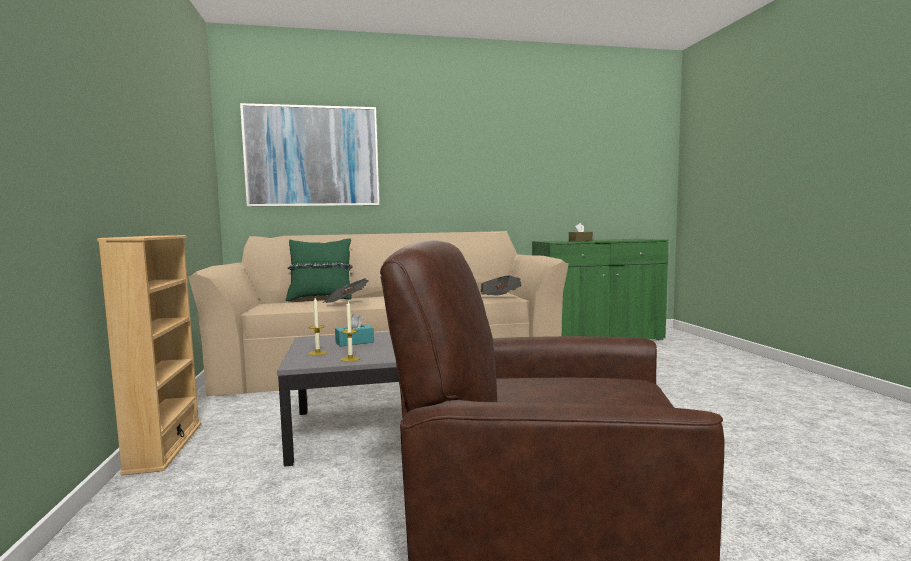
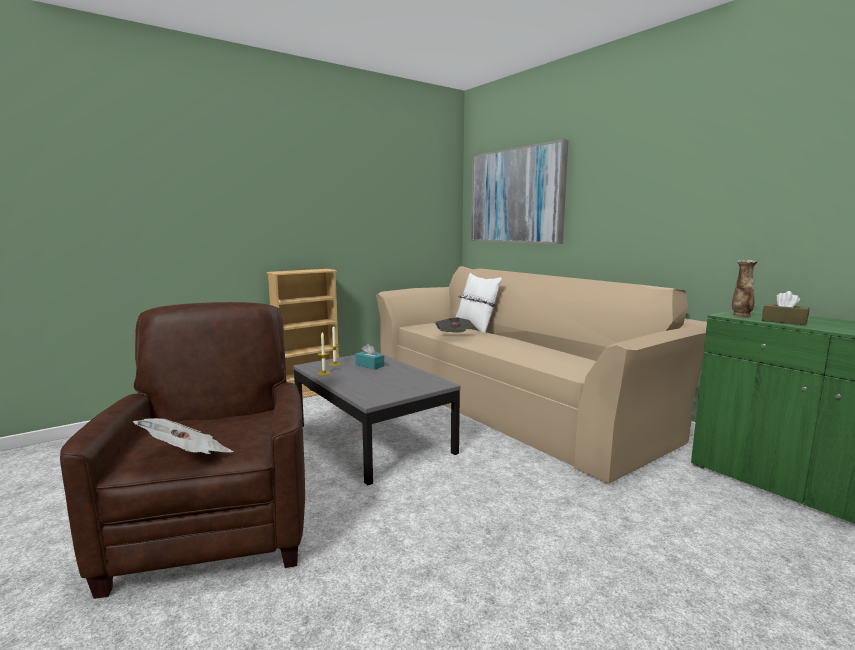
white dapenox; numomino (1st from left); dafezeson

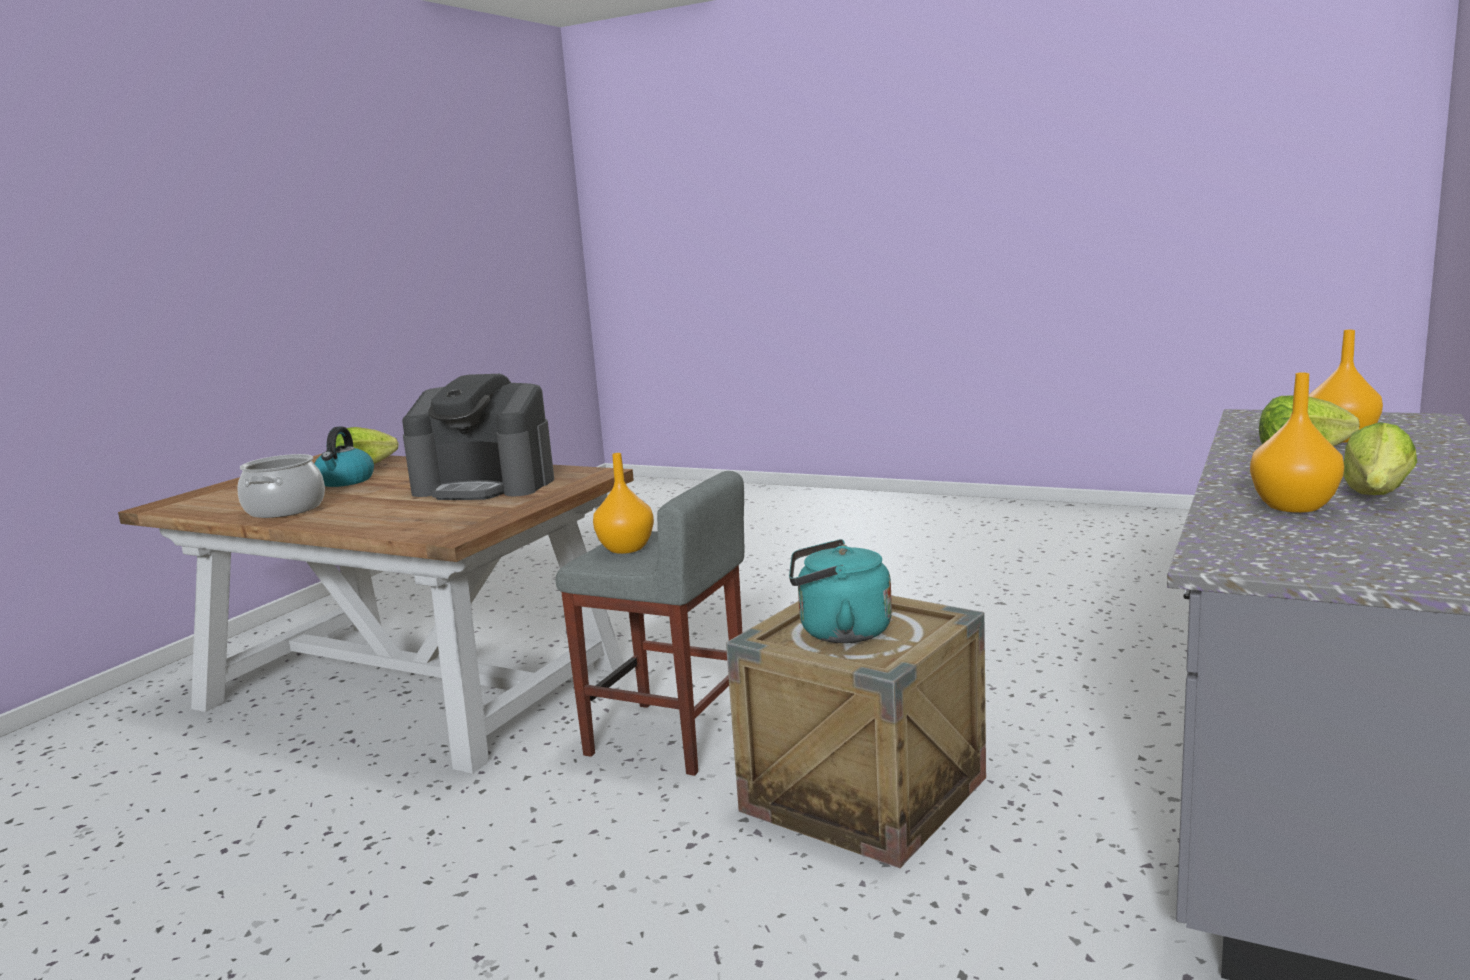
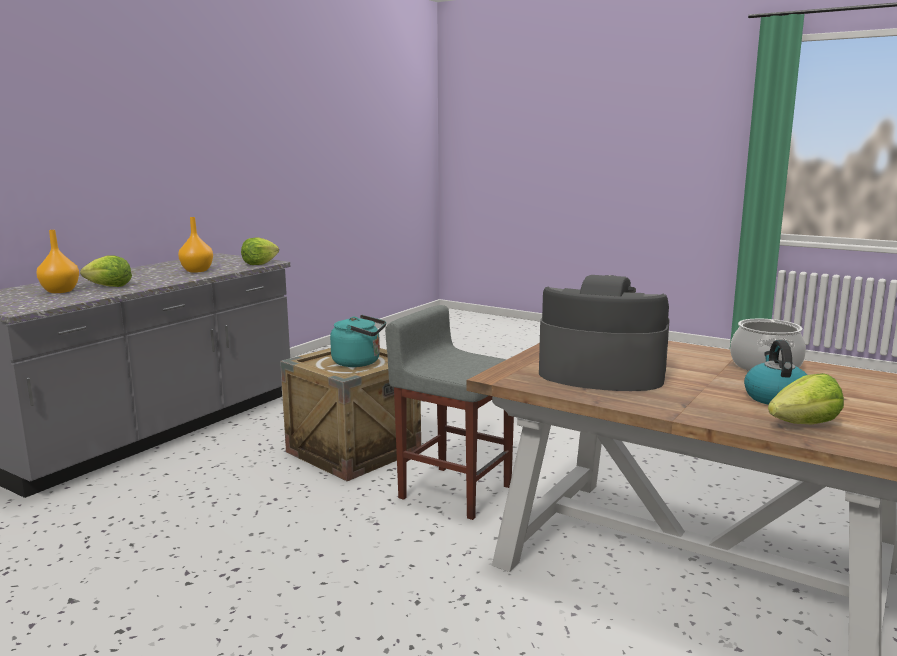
orange dafezeson (1st from left in the first image); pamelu (2nd from left)

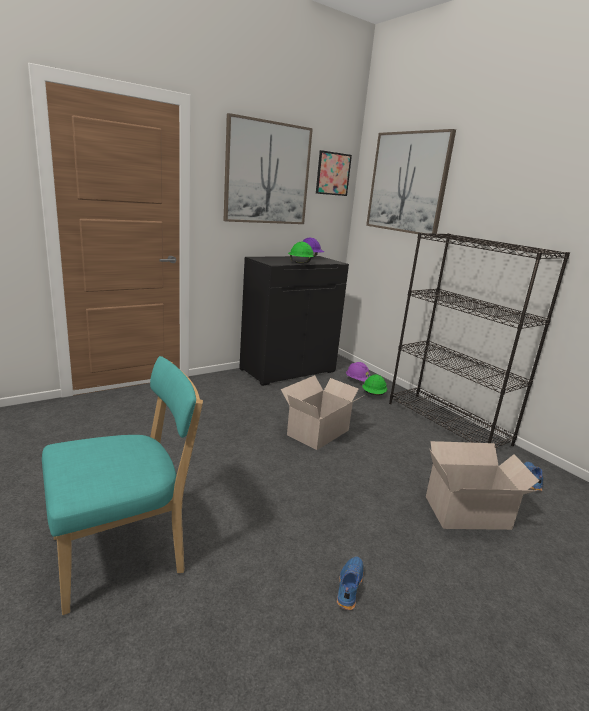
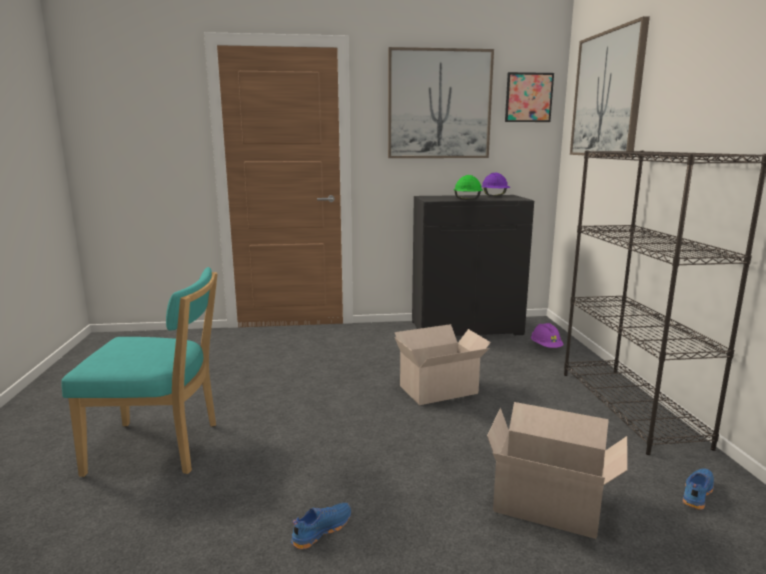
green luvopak (2nd from left in the first image)

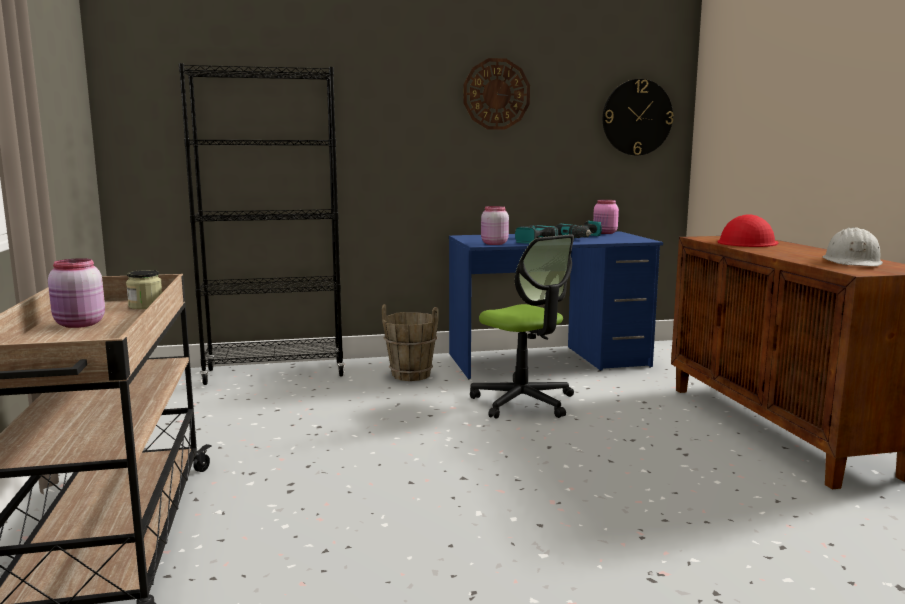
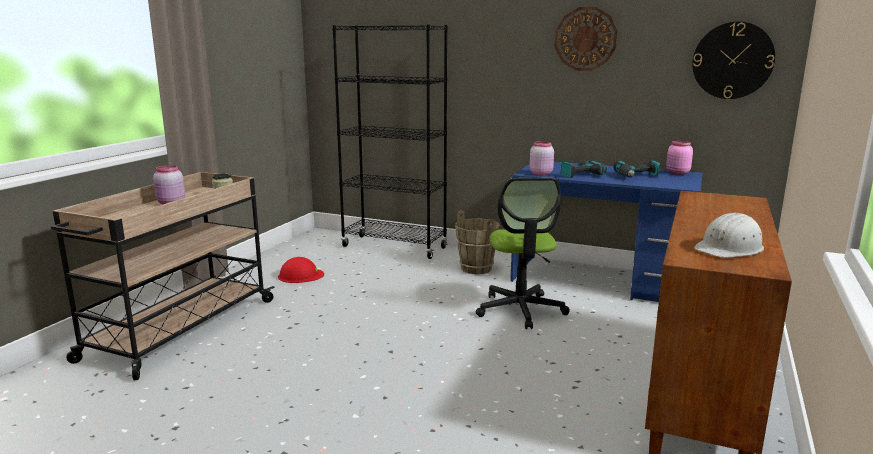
red luvopak

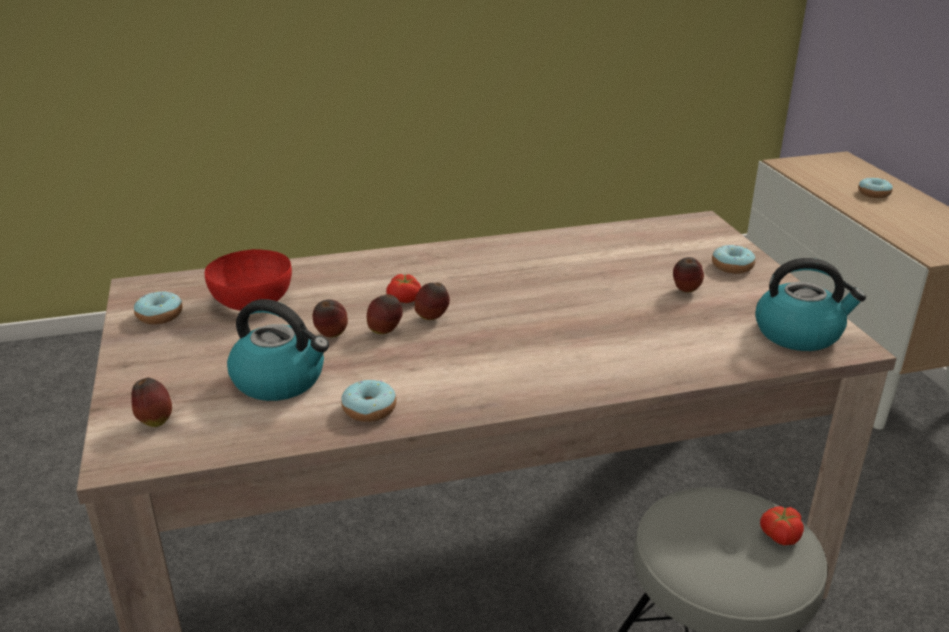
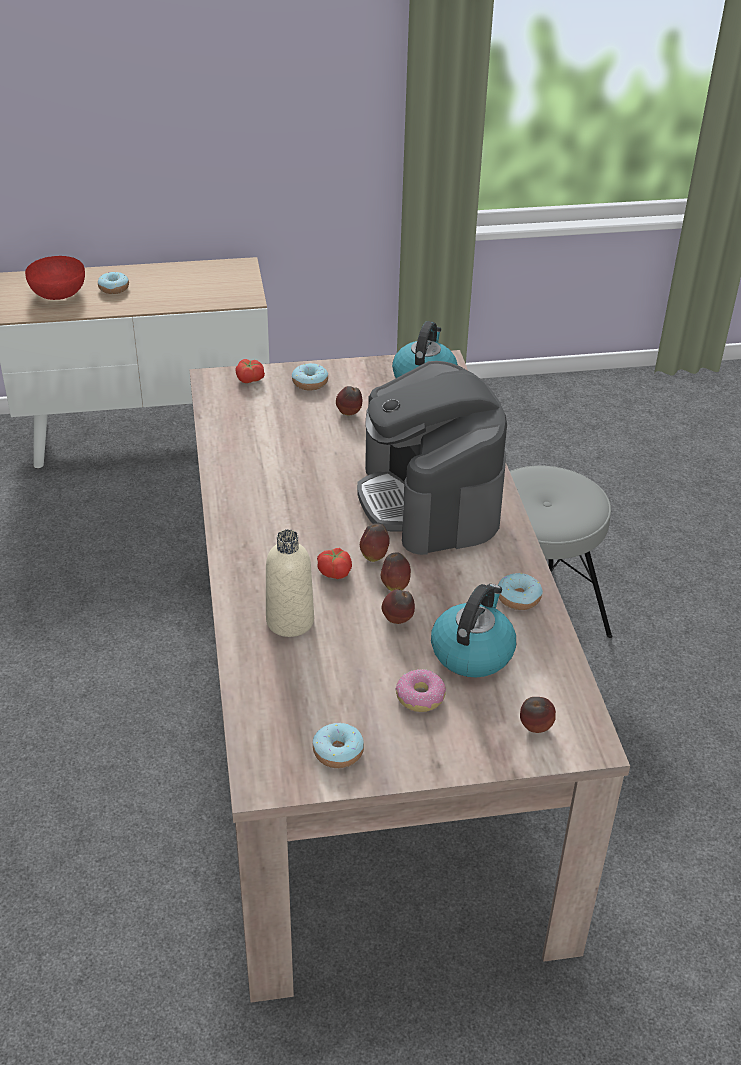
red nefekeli; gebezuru (1st from left); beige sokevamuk; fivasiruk; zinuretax (4th from left)

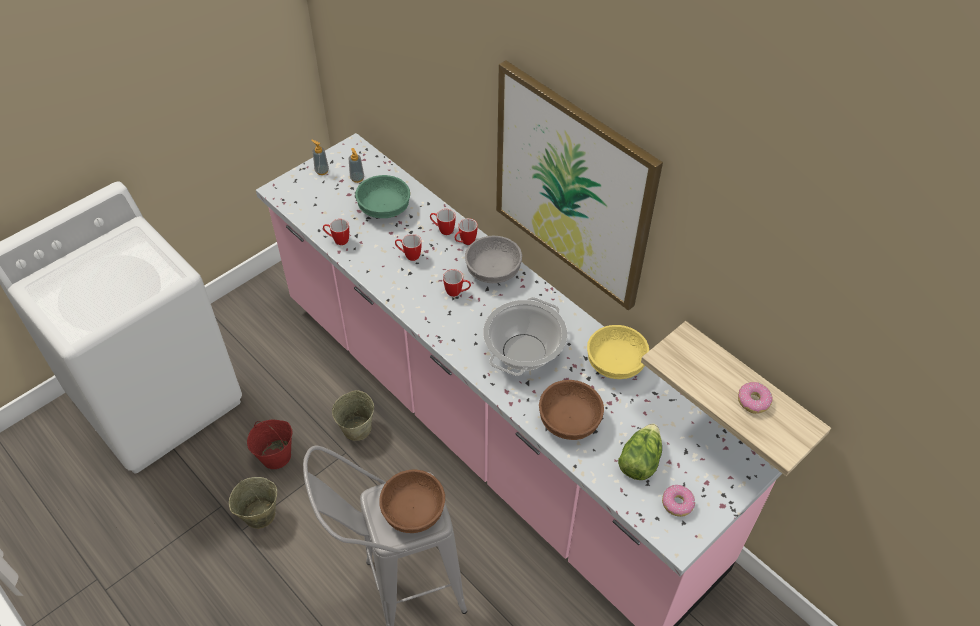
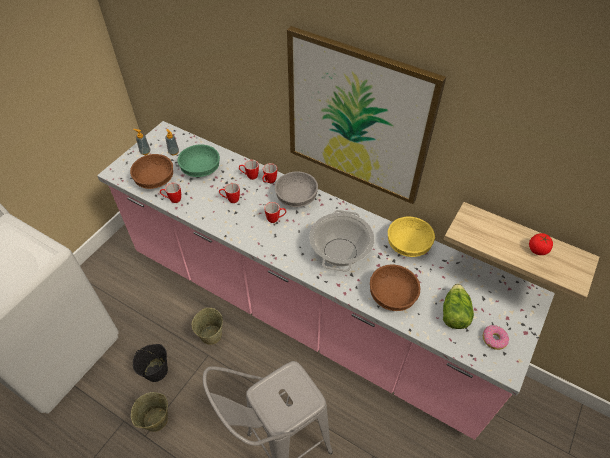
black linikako; brown nefekeli (1st from left); gebezuru

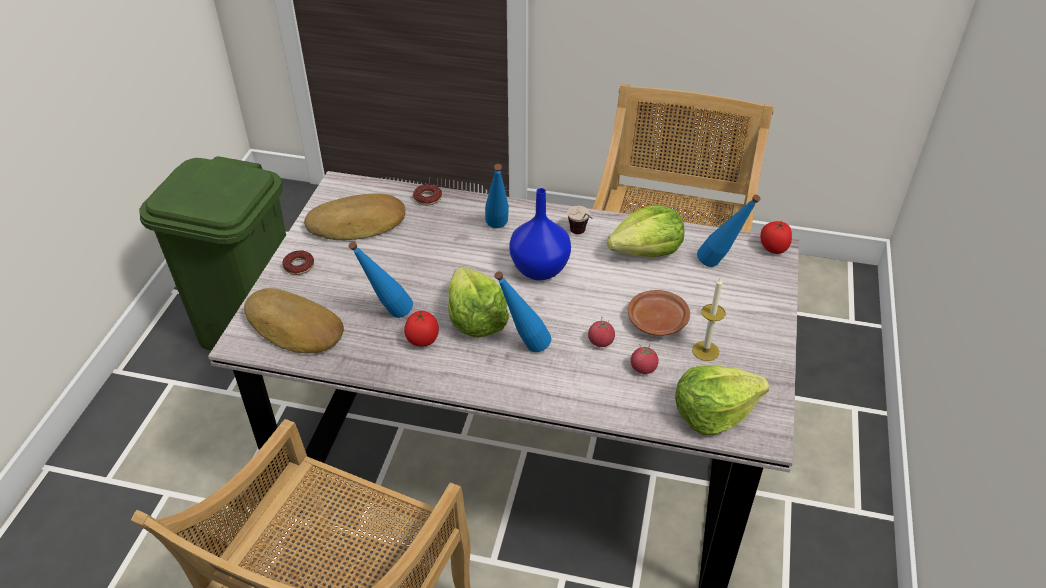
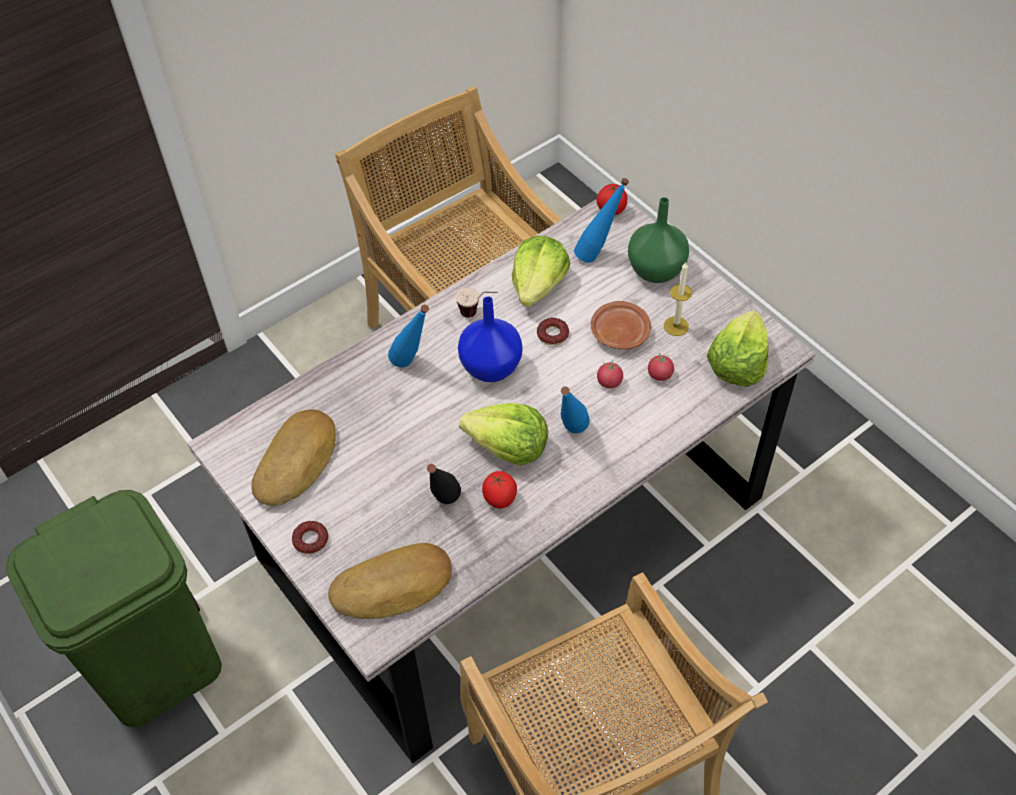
black sokevamuk; zinuretax (2nd from left); green dafezeson

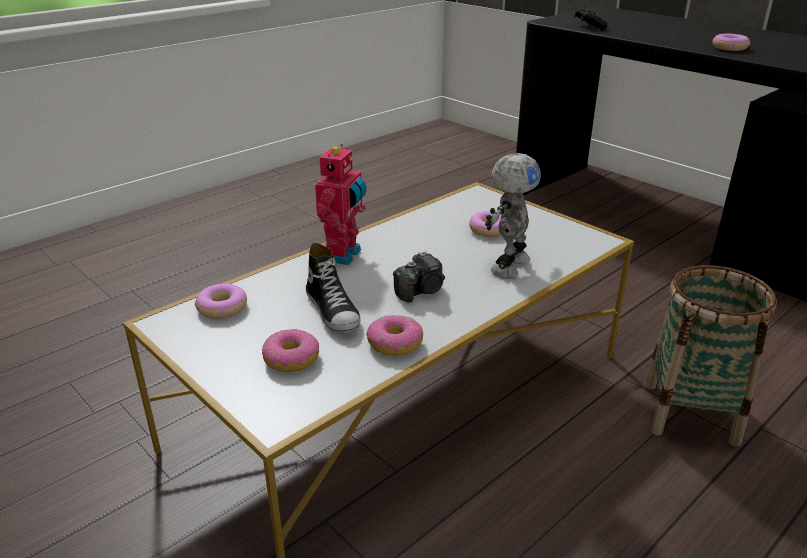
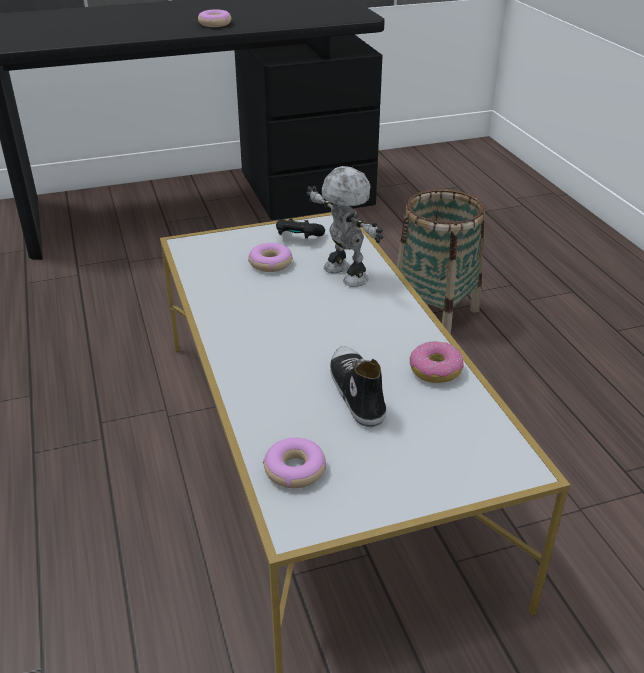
zinuretax (2nd from left in the first image); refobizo; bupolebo (1st from left in the first image); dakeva; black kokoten

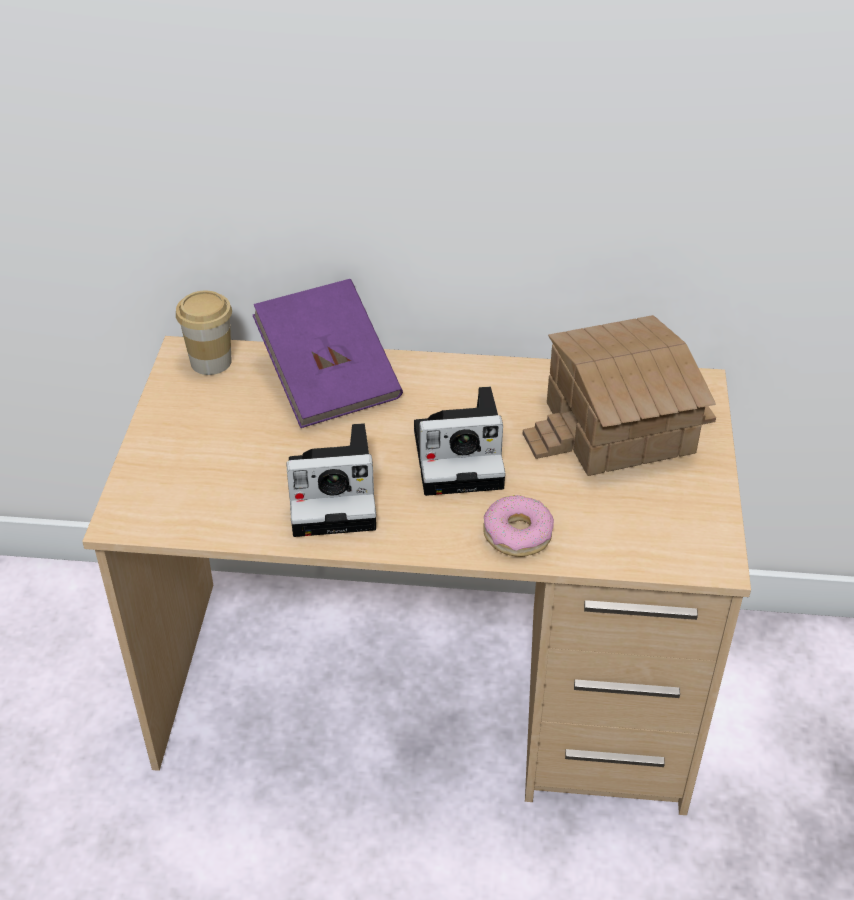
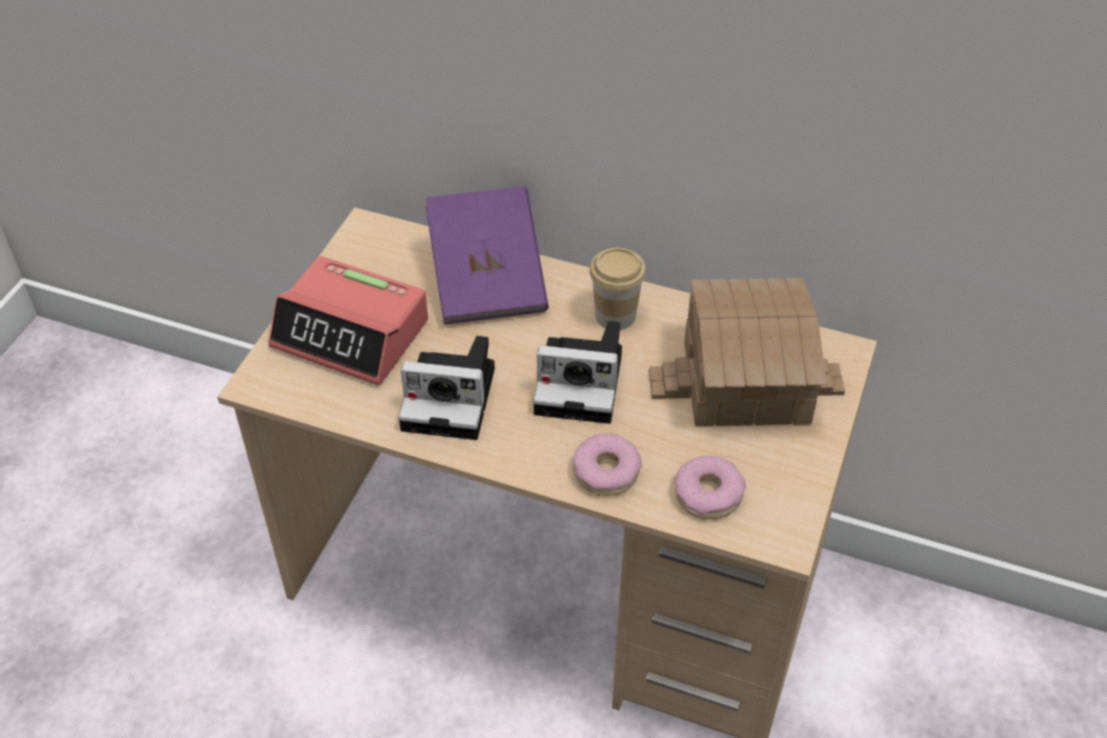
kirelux; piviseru; zinuretax (2nd from left)

